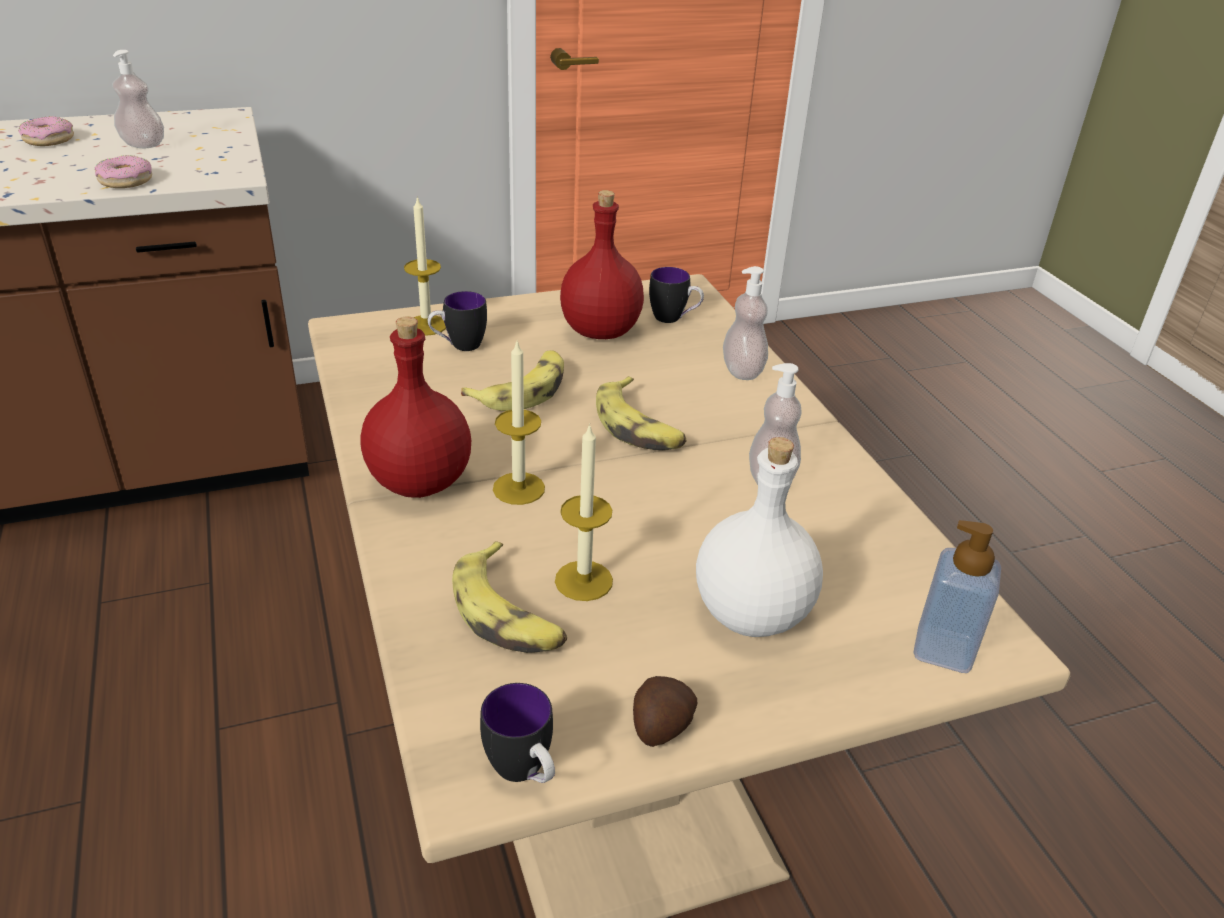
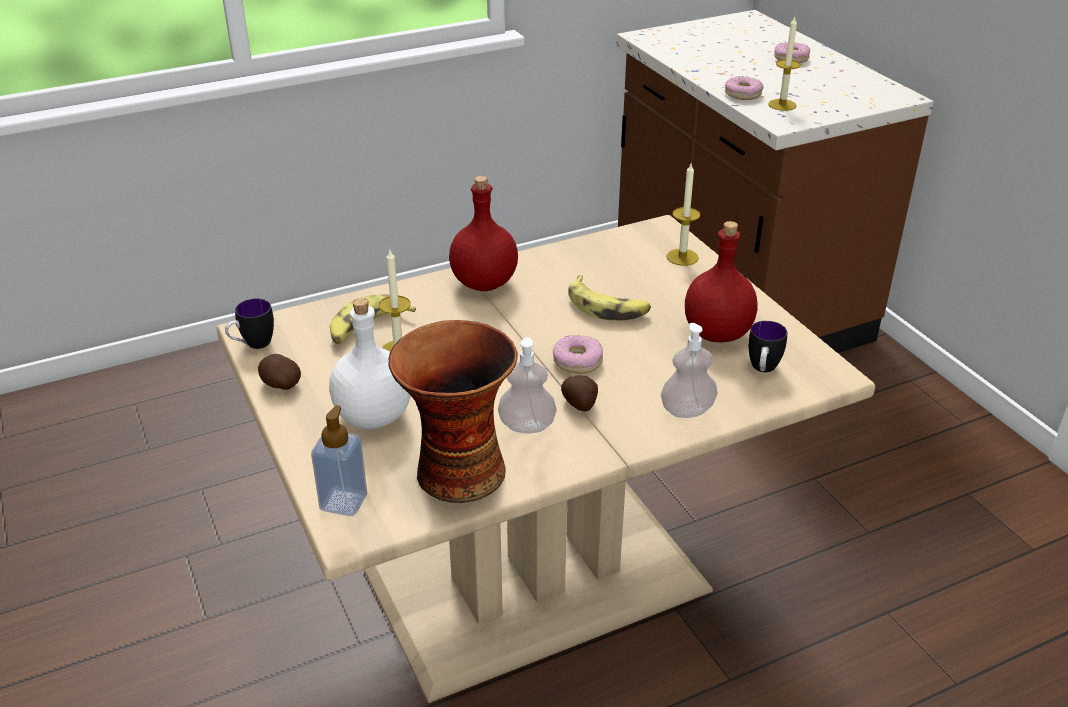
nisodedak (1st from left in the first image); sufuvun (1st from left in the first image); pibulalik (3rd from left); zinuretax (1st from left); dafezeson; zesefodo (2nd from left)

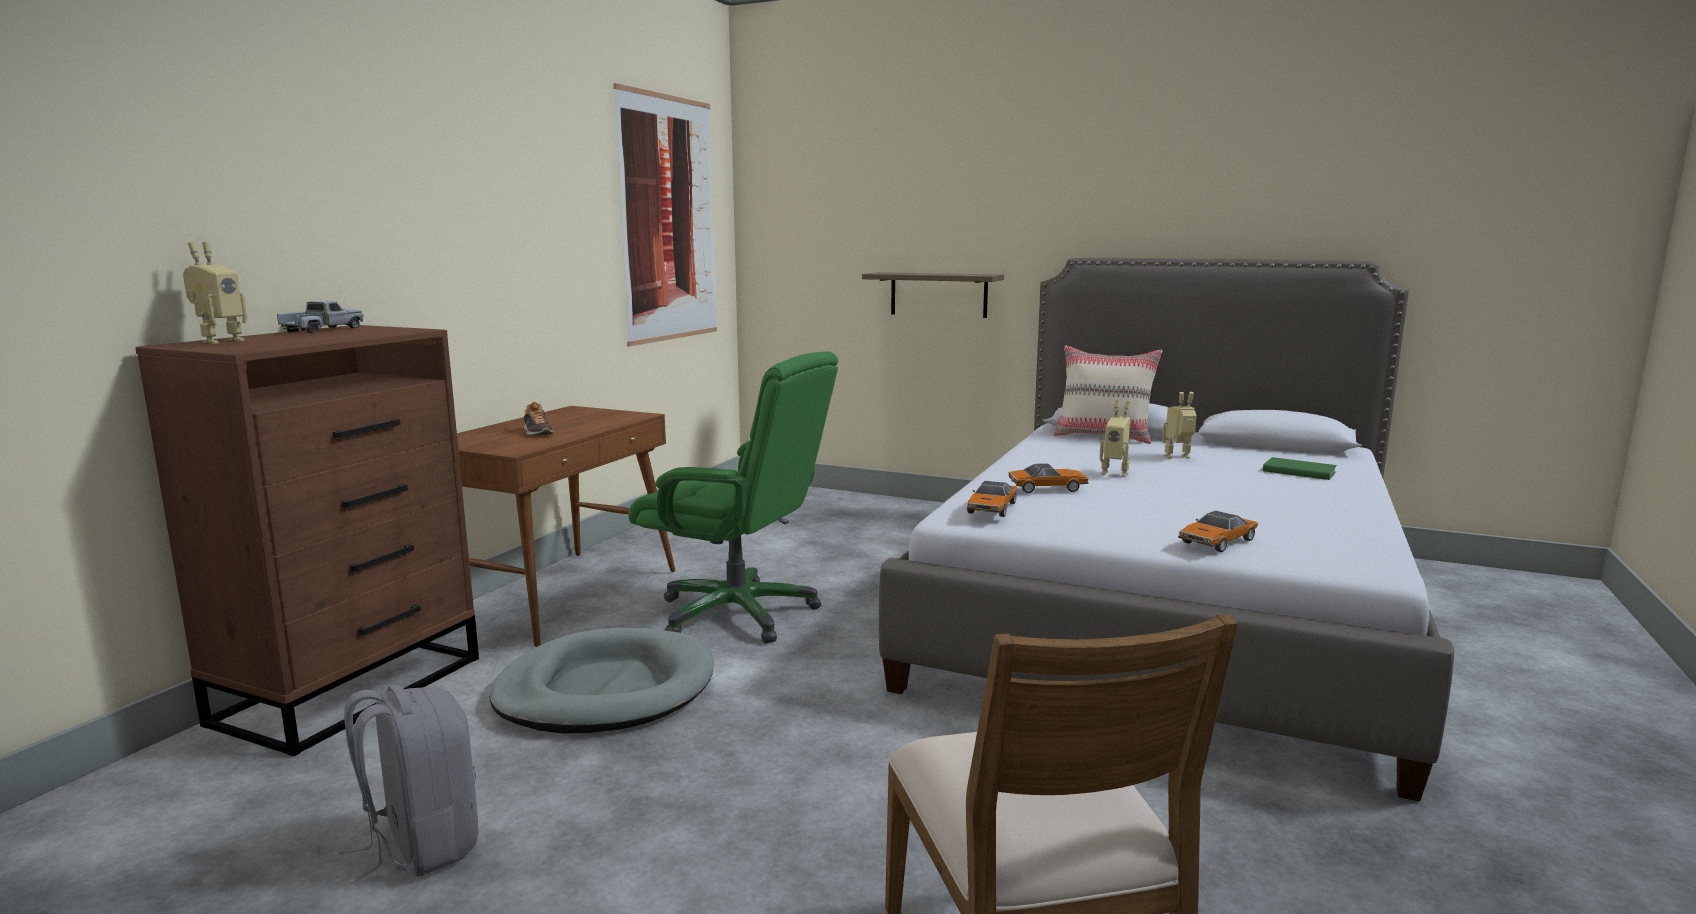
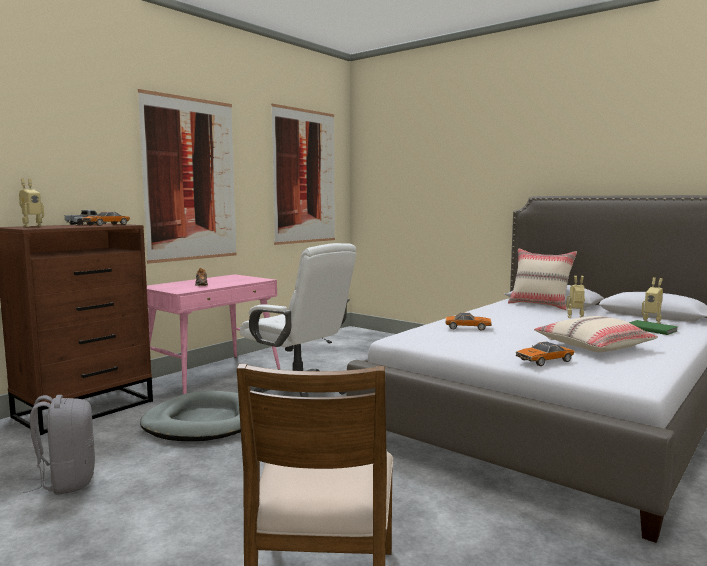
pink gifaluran; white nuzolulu; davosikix; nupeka (1st from left); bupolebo (3rd from left); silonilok (1st from left); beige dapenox (2nd from left)

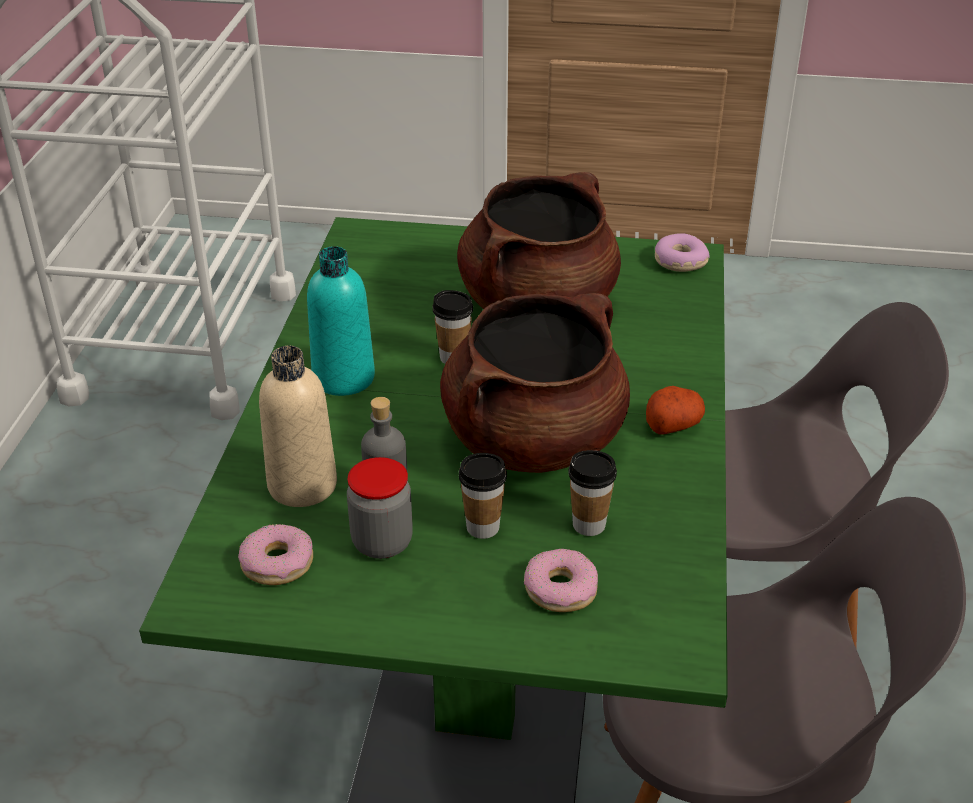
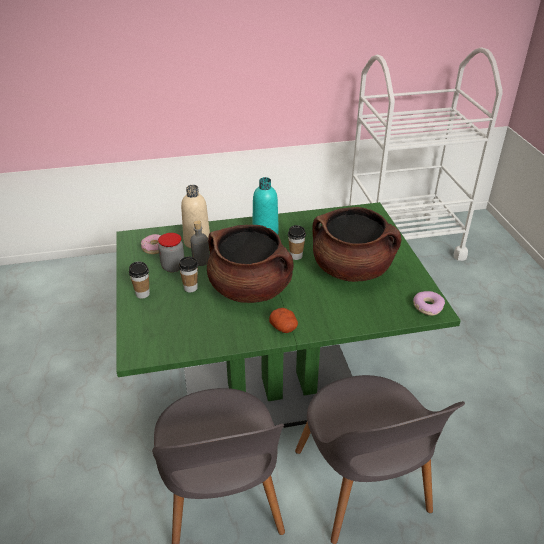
zinuretax (2nd from left in the first image); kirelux (1st from left)

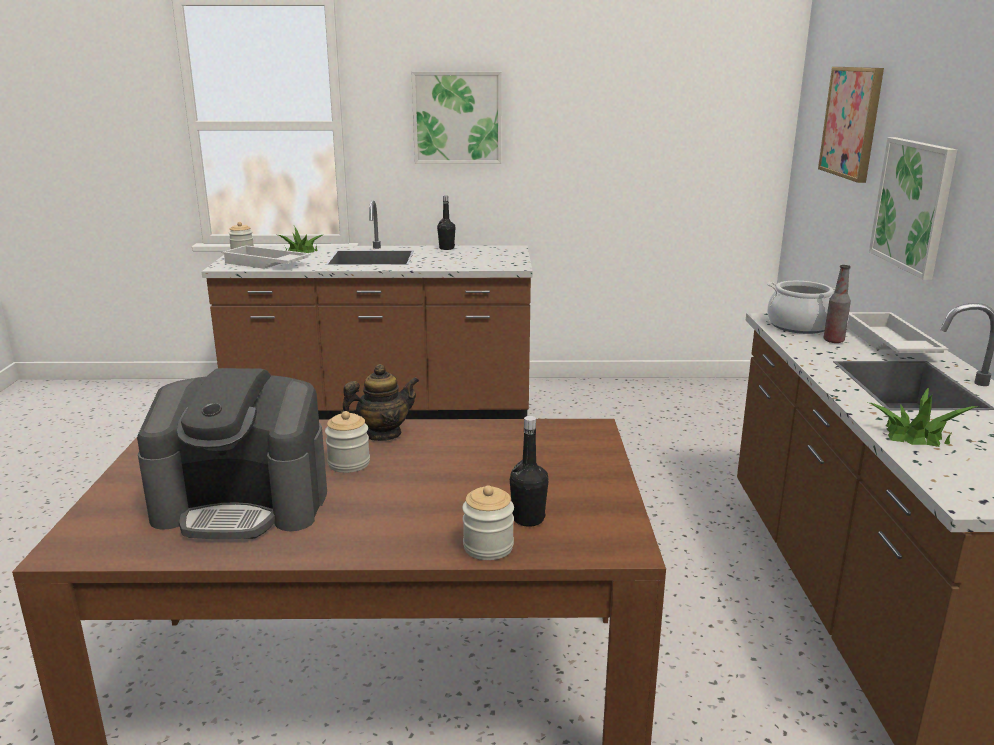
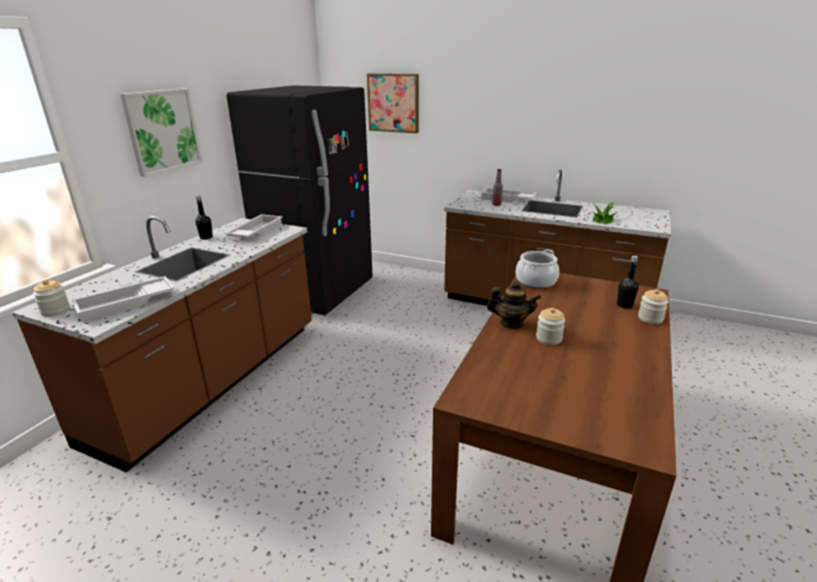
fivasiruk; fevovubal (1st from left in the first image); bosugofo; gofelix; silonilok (3rd from left in the first image); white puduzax (2nd from left); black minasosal

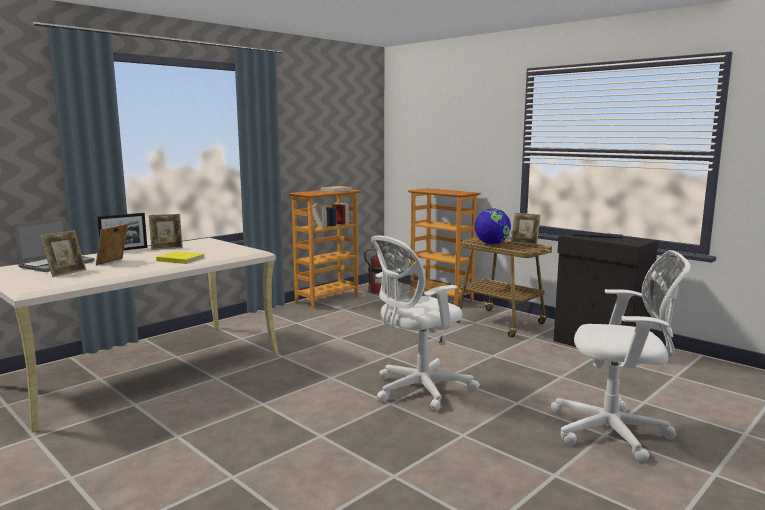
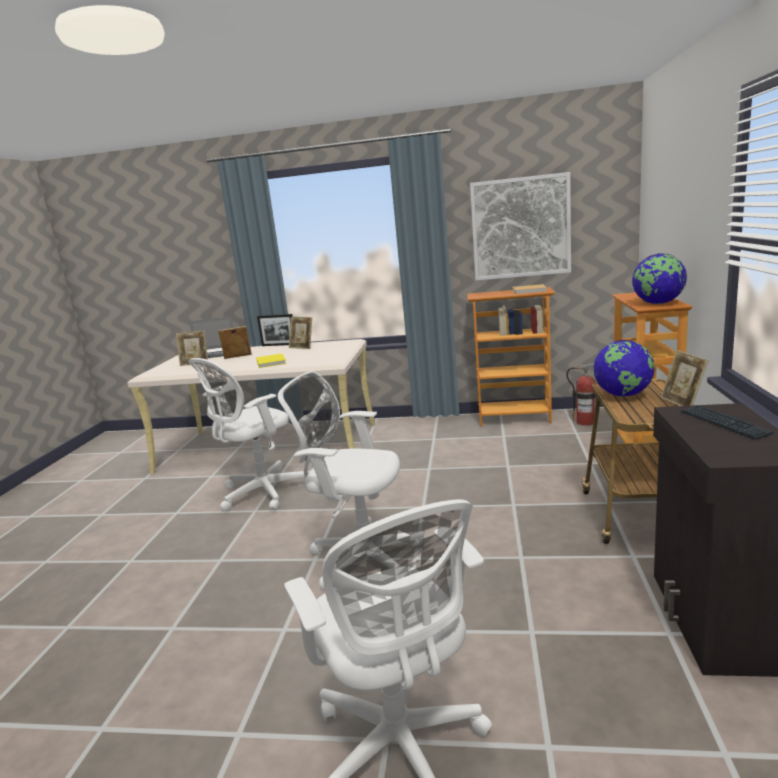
white nuzolulu (1st from left); silonilok; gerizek (2nd from left)

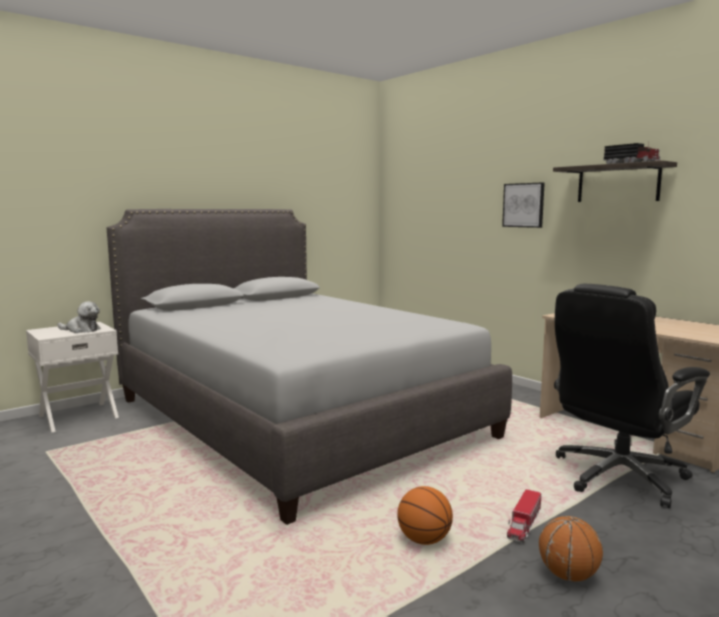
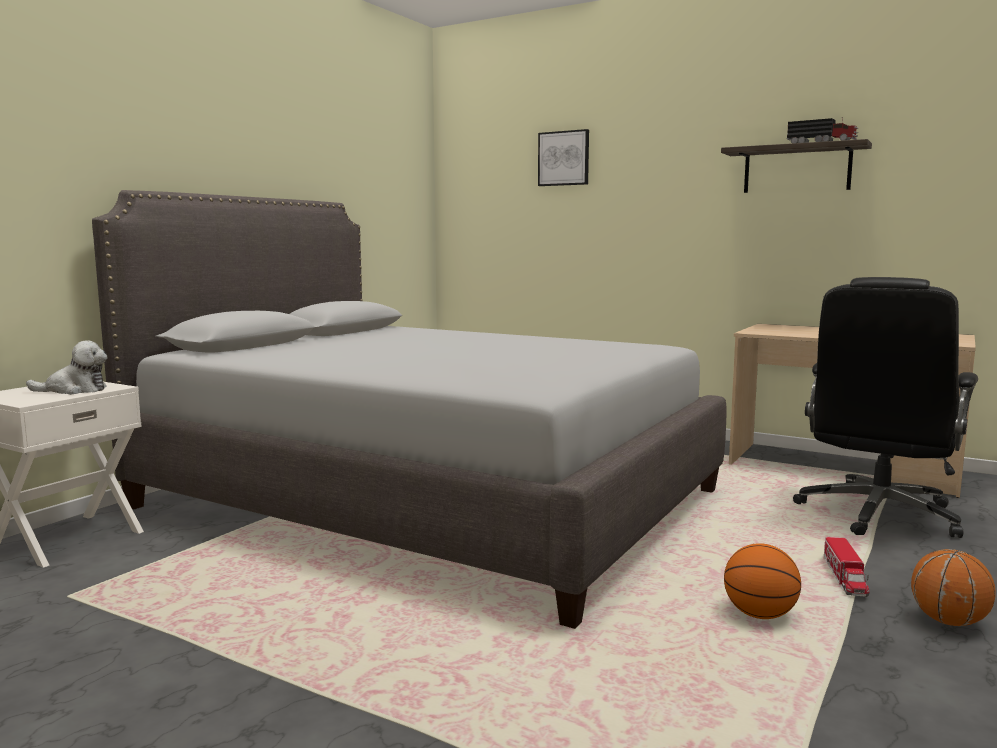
silonilok

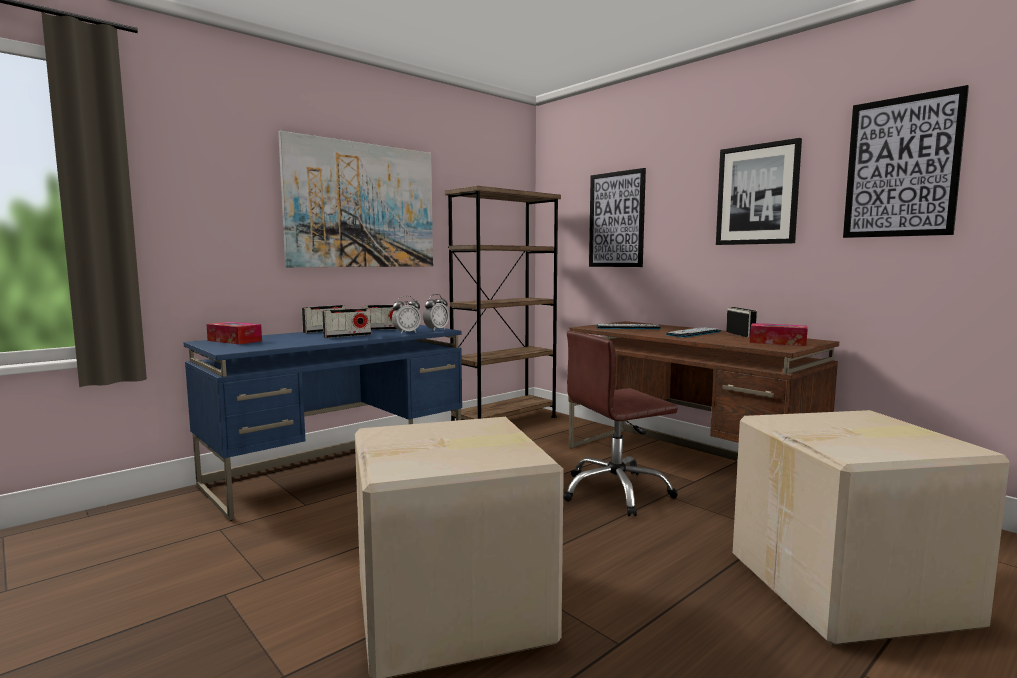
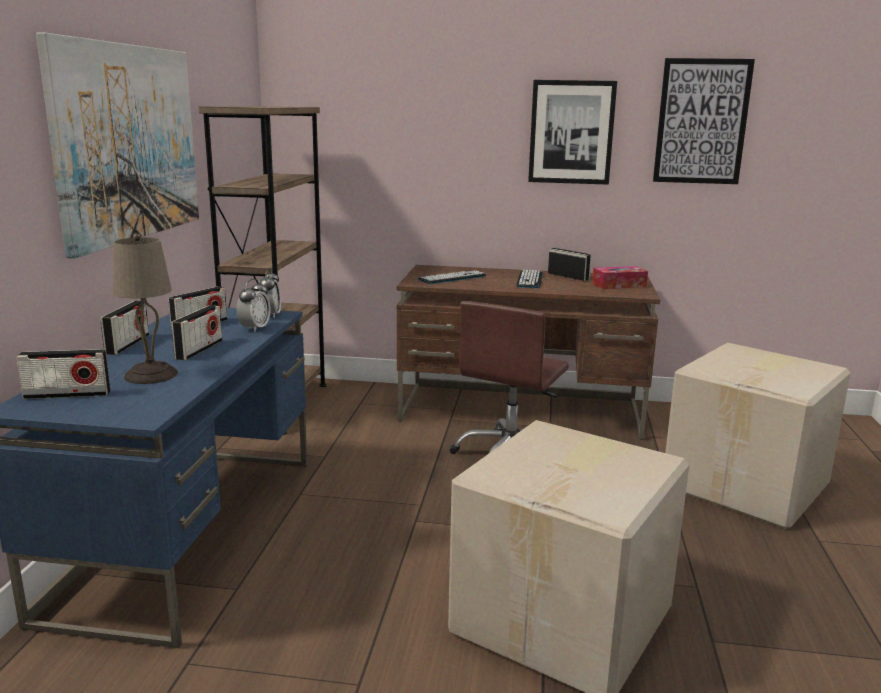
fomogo (1st from left); silonilok (2nd from left in the first image); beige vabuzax

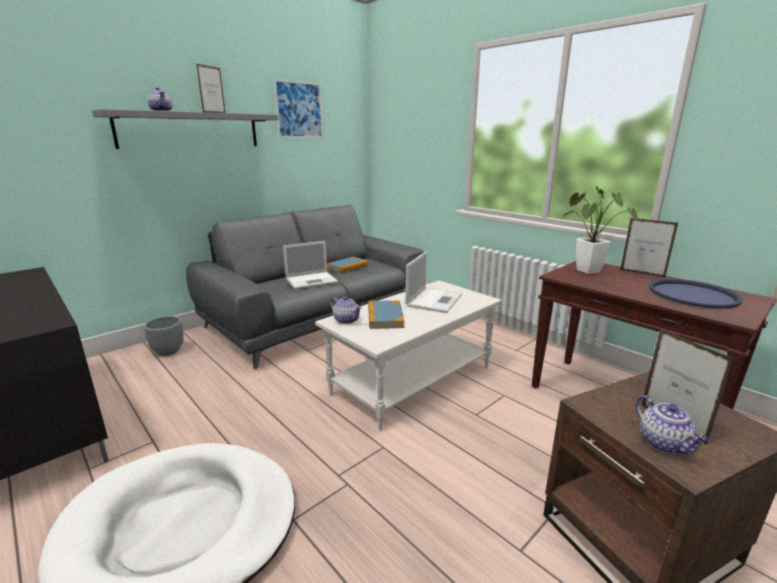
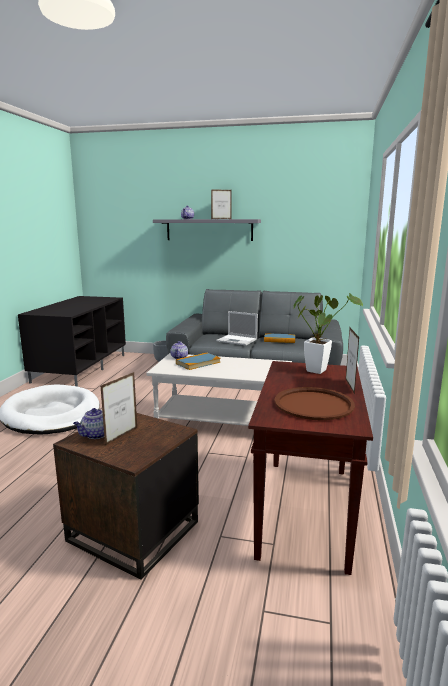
silonilok; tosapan (2nd from left in the first image); brown puduzax

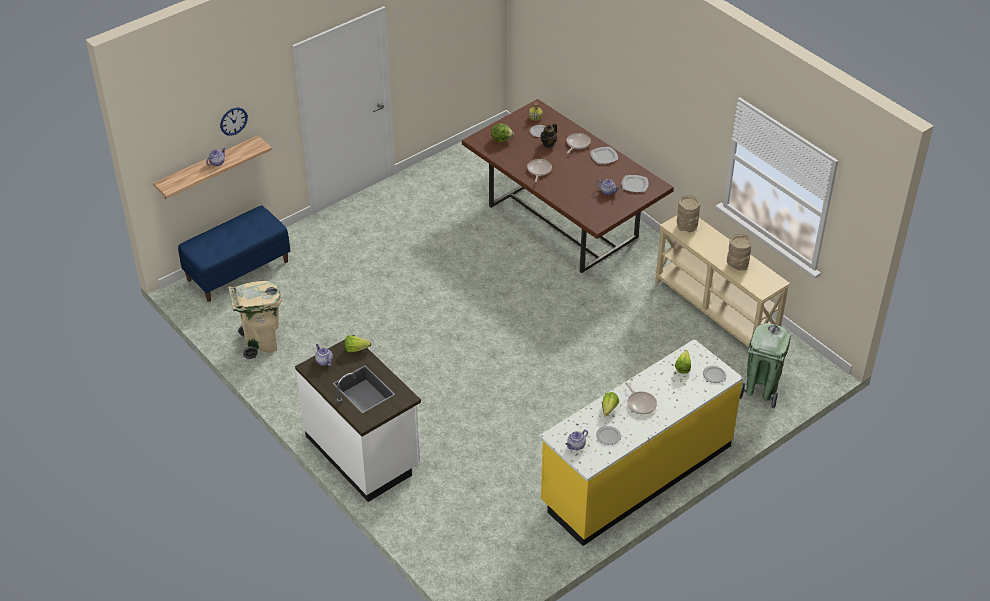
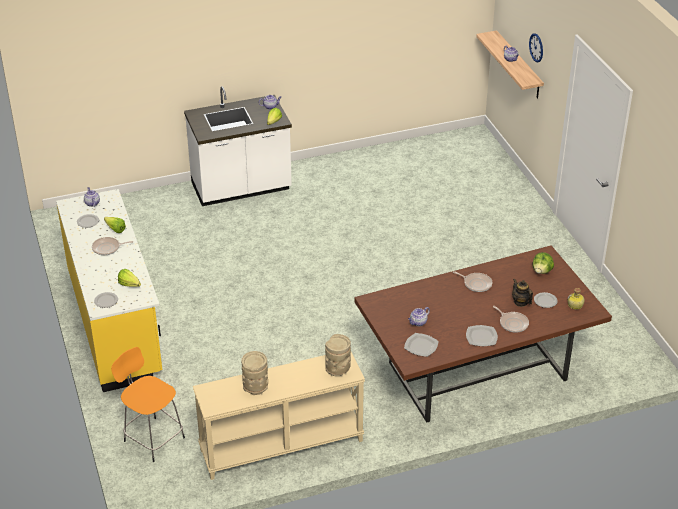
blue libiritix; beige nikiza; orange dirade

